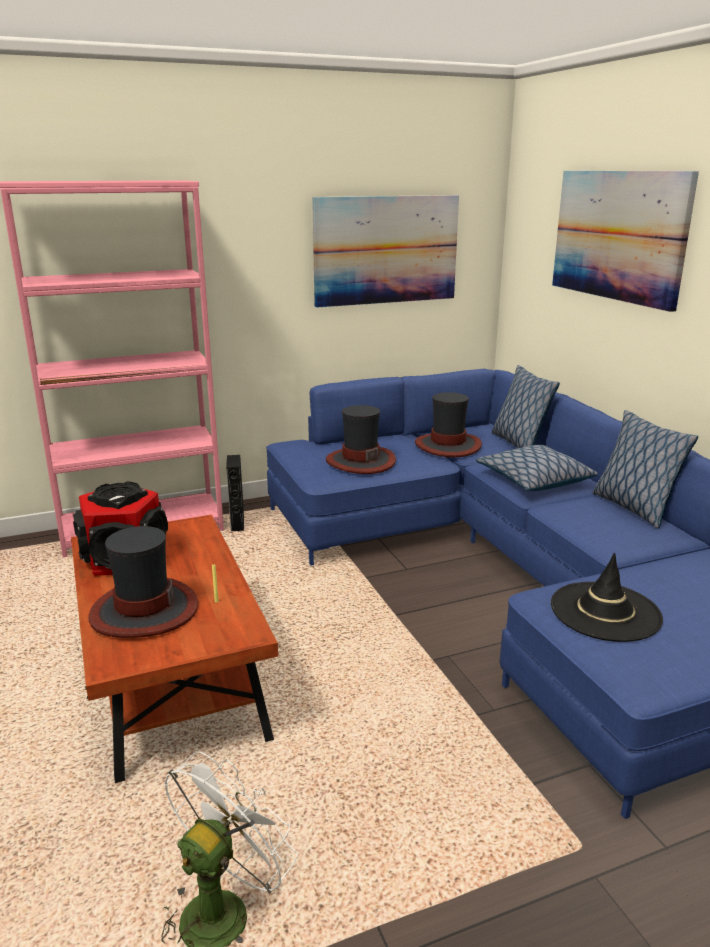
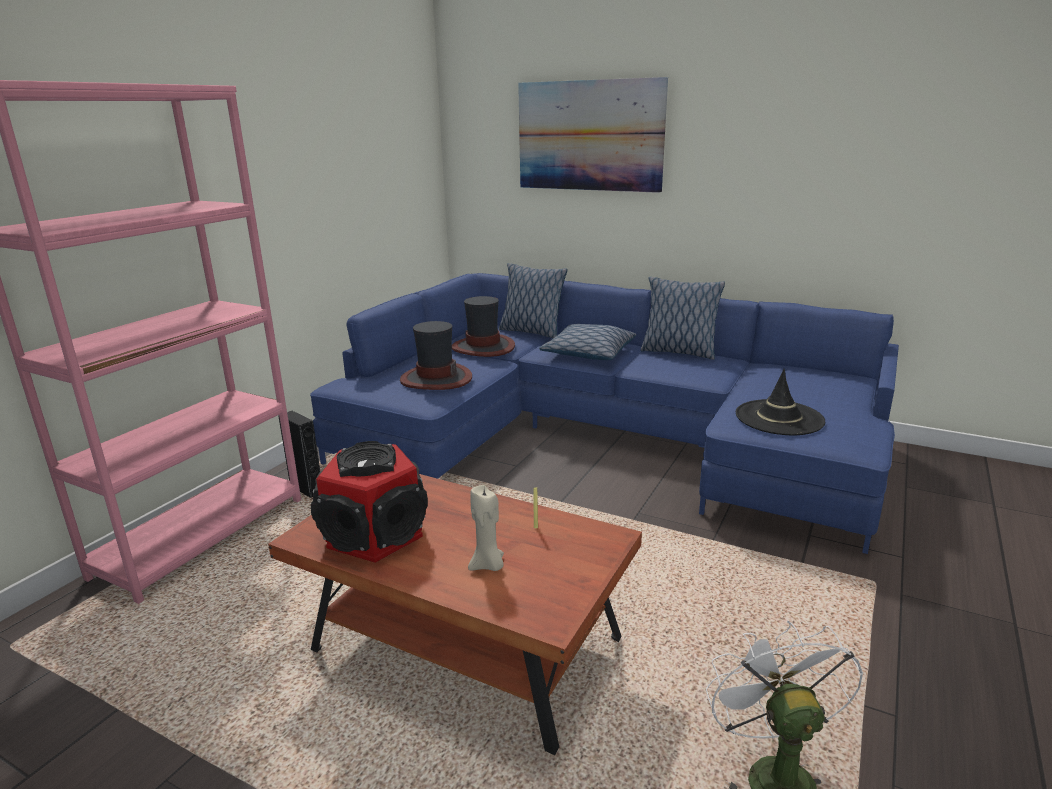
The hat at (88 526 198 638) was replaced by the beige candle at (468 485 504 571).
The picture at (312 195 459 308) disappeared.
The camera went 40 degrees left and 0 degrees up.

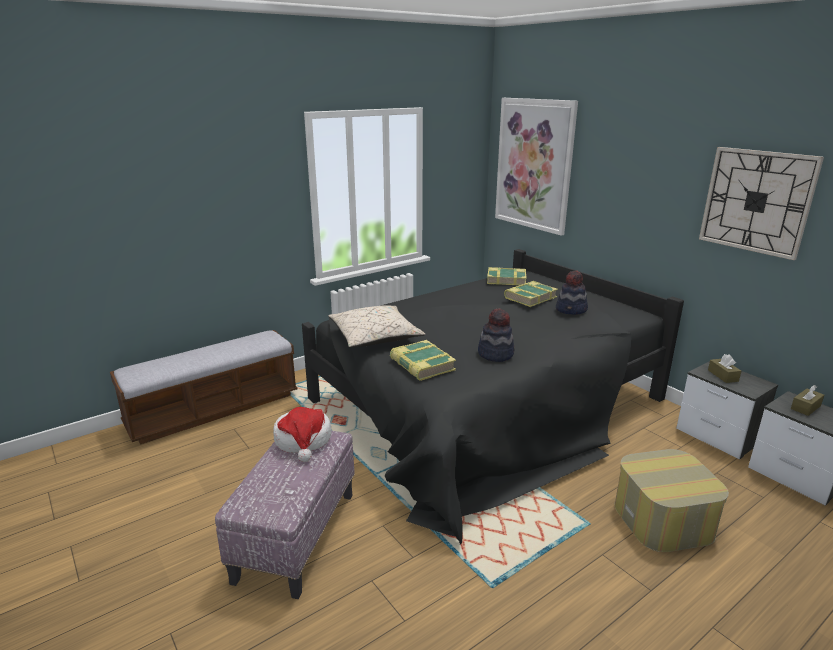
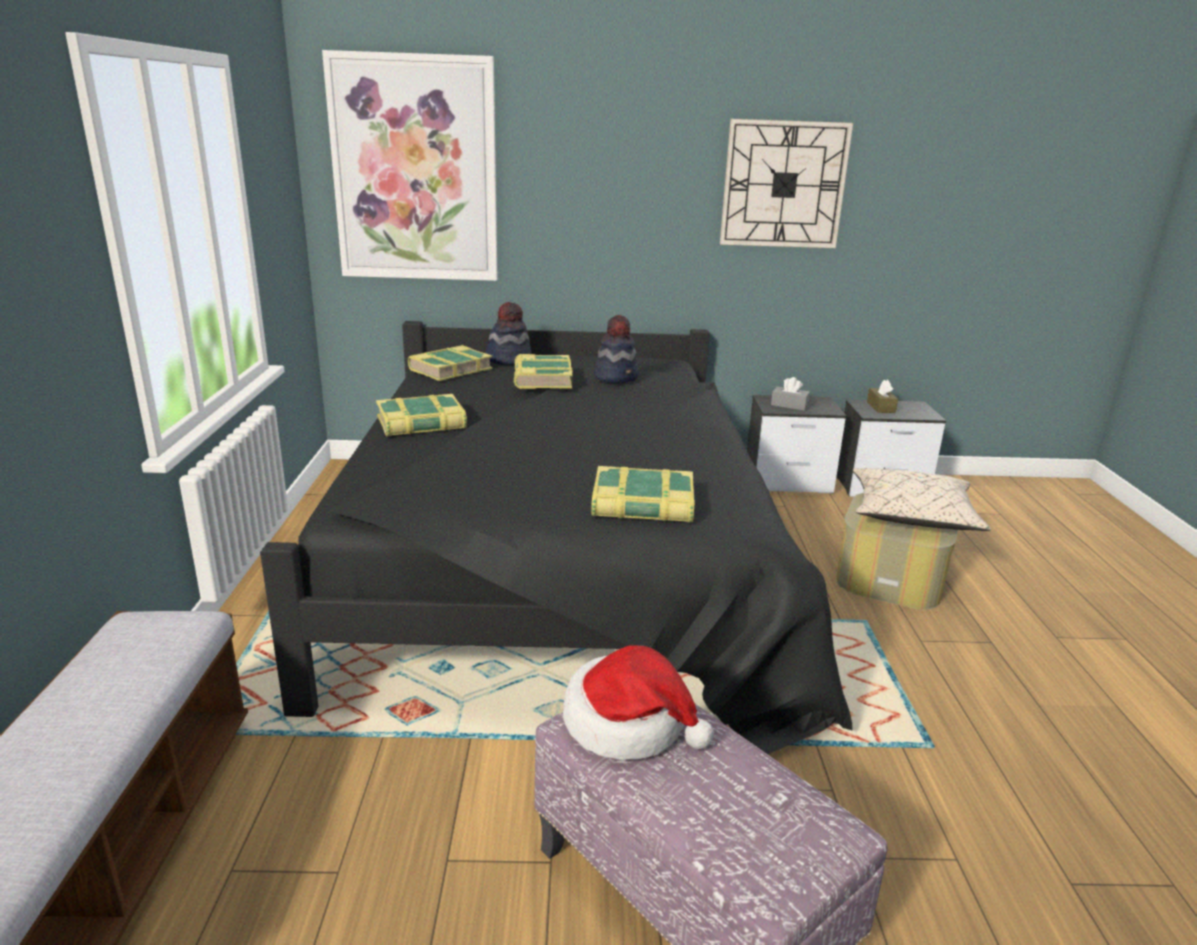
The book at (376 394 467 436) appeared.
The hat moved from (478 309 515 362) to (485 302 532 365).
The brown tissue box at (708 354 741 383) became the grey tissue box at (771 377 810 411).
The beige pillow moved from (328 305 425 347) to (853 468 991 531).
The camera went 55 degrees left and 0 degrees up.

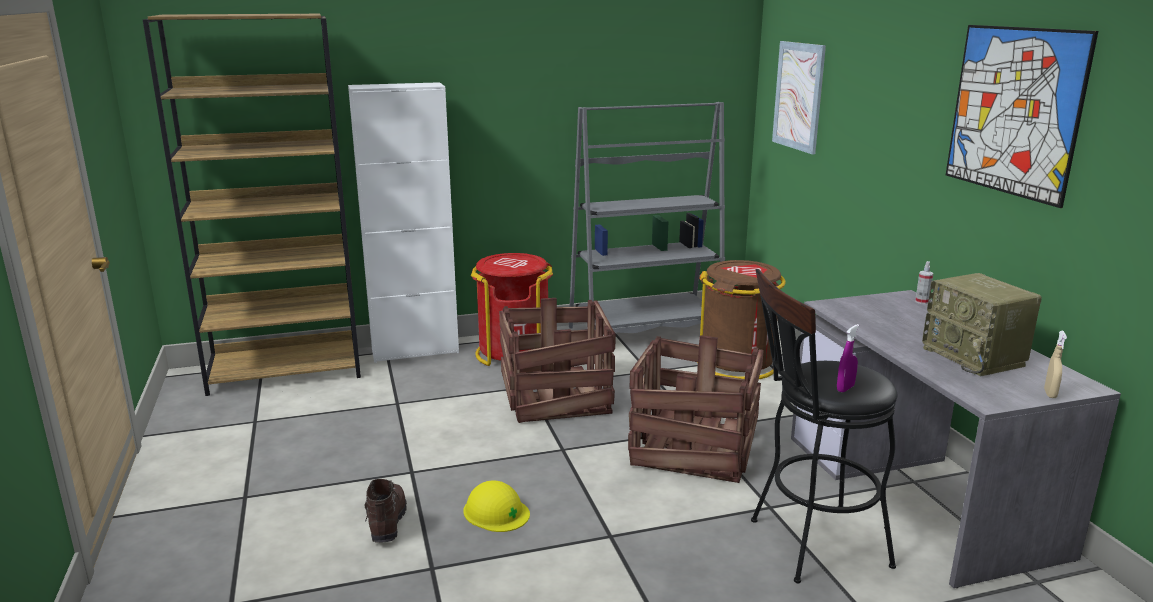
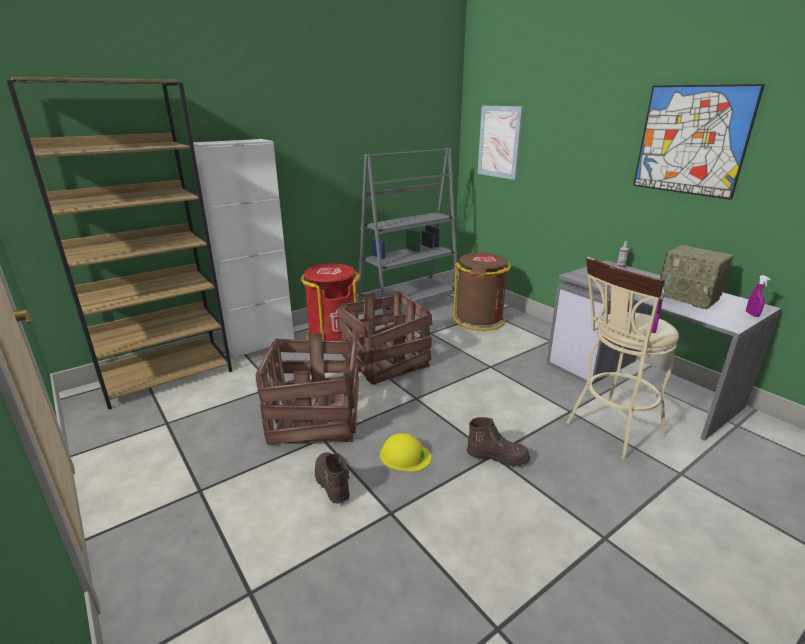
The crate moved from (628 335 764 483) to (255 333 359 445).
The brown boot at (467 417 531 467) appeared.
The black stool at (751 269 897 583) became the beige stool at (566 257 679 460).
The beige spray bottle at (1044 331 1067 398) became the purple spray bottle at (746 275 771 317).
The camera went 20 degrees left and 5 degrees up.

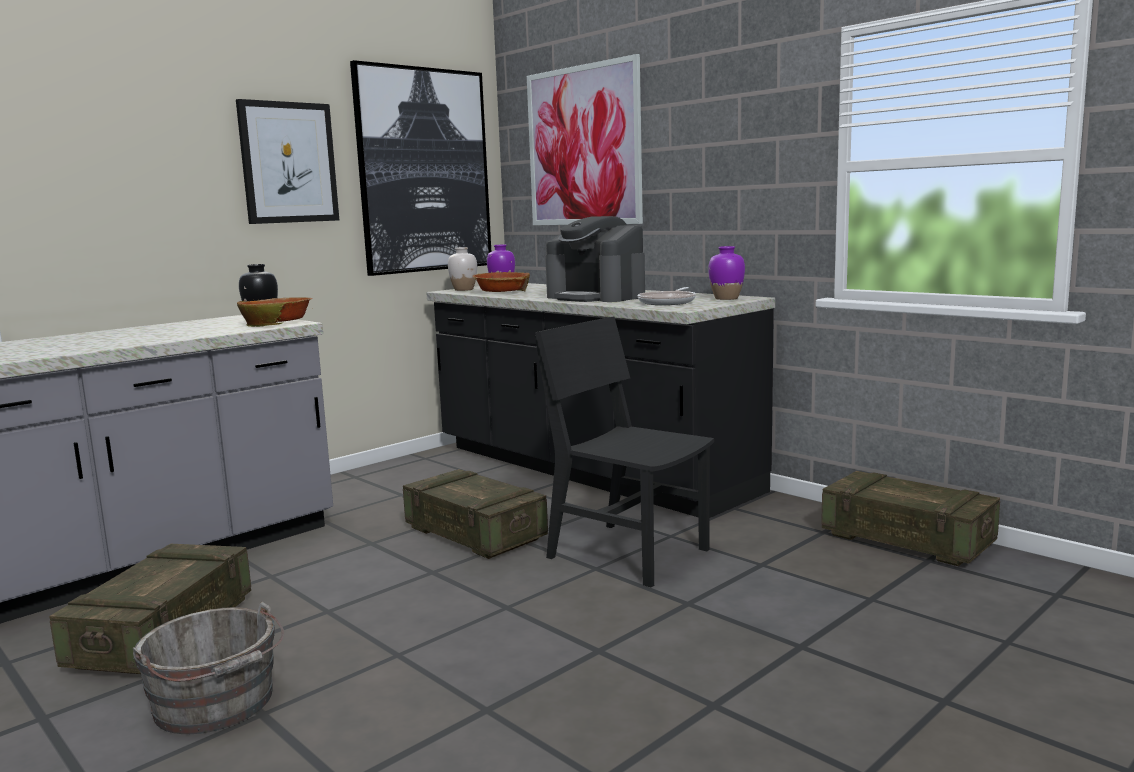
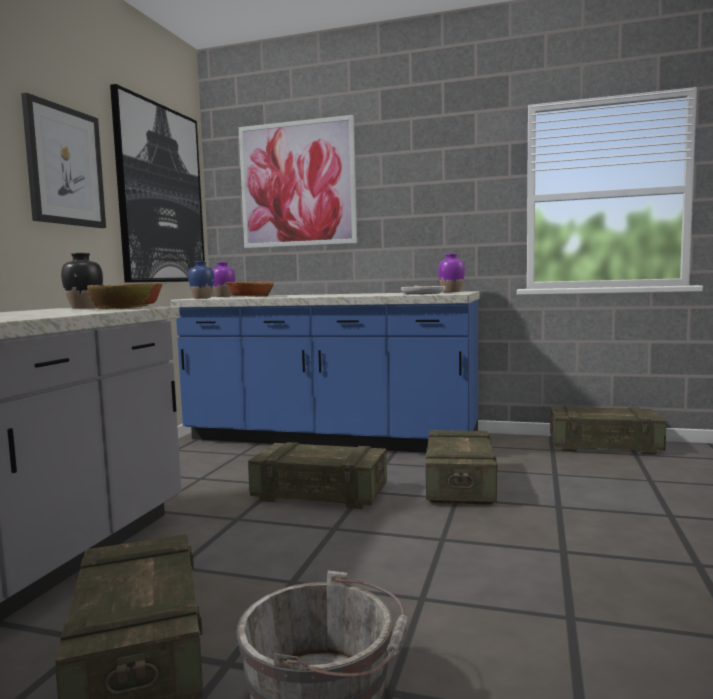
The black counter at (426 283 775 518) became the blue counter at (170 291 479 453).
The white vase at (448 247 477 291) became the blue vase at (188 261 214 298).
The black chair at (535 316 714 587) was replaced by the crate at (426 430 497 505).
The coffee machine at (545 216 645 302) disappeared.
The camera went 30 degrees left and 5 degrees down.

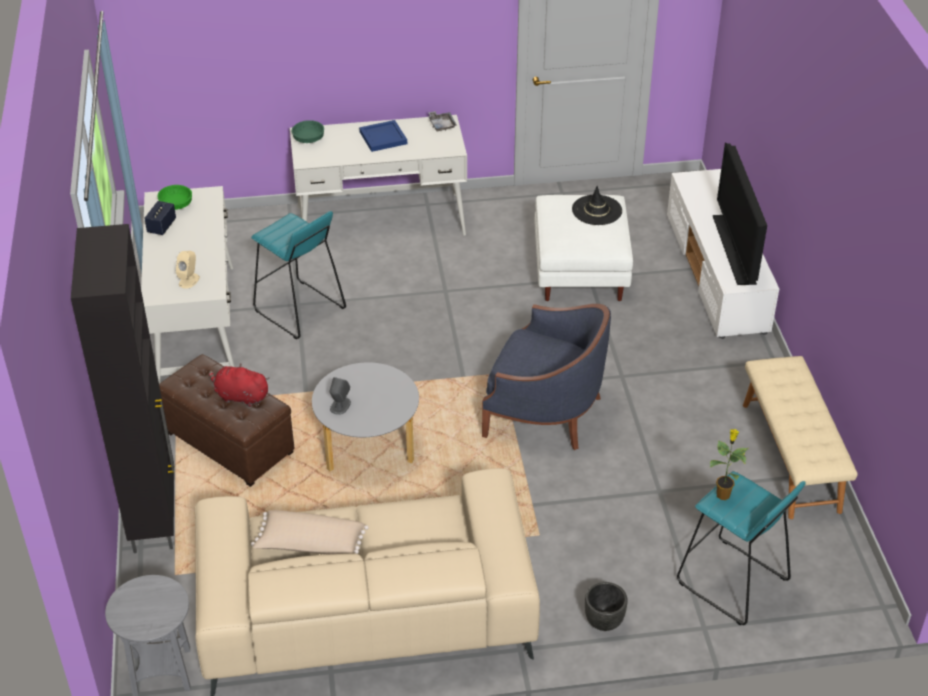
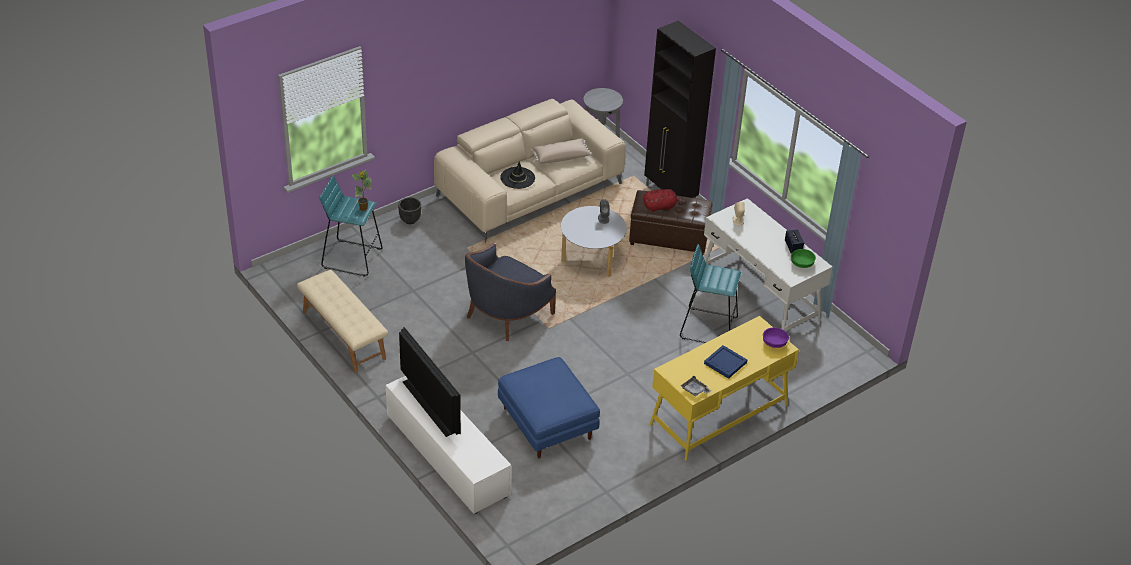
The blue armchair at (482 304 611 450) turned 45 degrees counterclockwise.
The white ottoman at (535 195 633 301) became the blue ottoman at (498 357 600 458).
The black hat moved from (572 186 622 225) to (500 161 535 189).
The white desk at (290 115 467 236) became the yellow desk at (649 316 799 460).
The green bowl at (292 120 324 143) became the purple bowl at (763 327 789 348).
The camera went 150 degrees right and 0 degrees up.

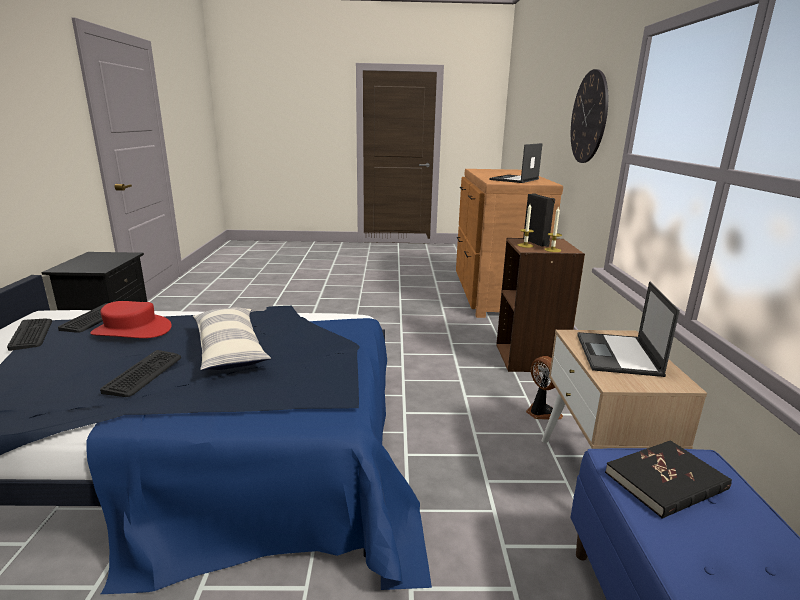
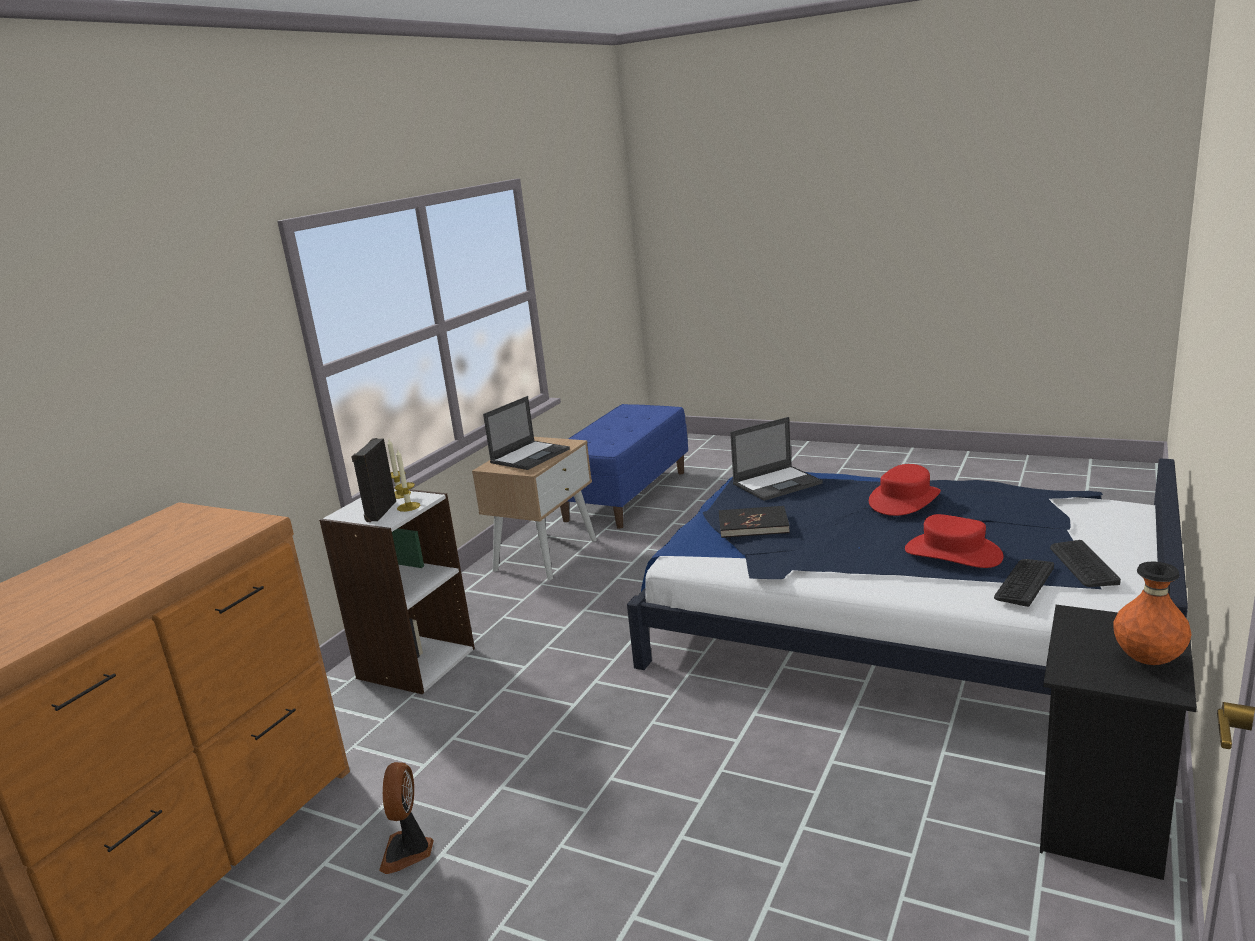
The brown bookcase at (496 238 585 372) became the white bookcase at (319 488 475 694).
The fan moved from (526 356 563 420) to (379 762 434 874).
The black book moved from (605 440 732 519) to (719 506 790 538).
The laptop moved from (489 143 543 183) to (730 417 823 501).
The keyboard at (100 350 181 397) was replaced by the red hat at (869 464 941 516).
The orange vase at (1113 561 1192 665) appeared.
The pillow at (193 307 271 370) disappeared.
The wall clock at (571 69 608 163) disappeared.
The camera went 150 degrees left and 0 degrees up.

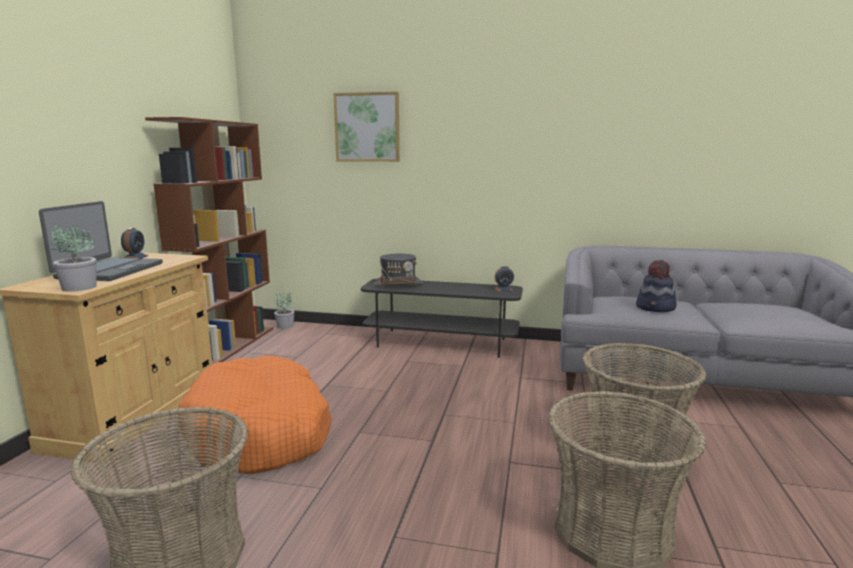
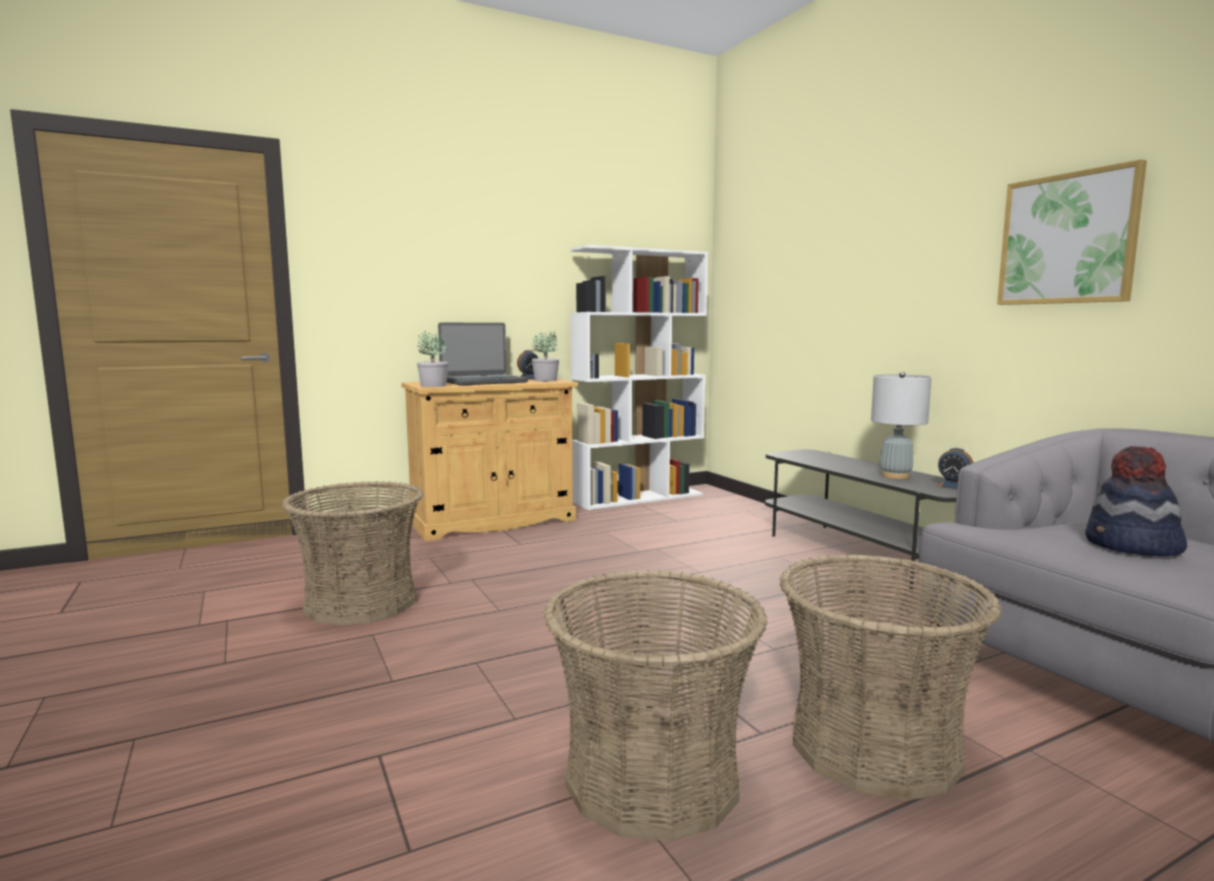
The potted plant moved from (274 292 294 329) to (532 330 559 381).
The brown bookcase at (145 117 273 364) became the white bookcase at (570 245 708 510).
The grey table lamp at (871 372 932 479) appeared.
The picture moved from (334 92 400 162) to (997 159 1147 305).
The orange dog bed at (178 356 332 475) disappeared.
The grey hat at (374 254 423 286) disappeared.
The camera went 50 degrees right and 5 degrees down.

